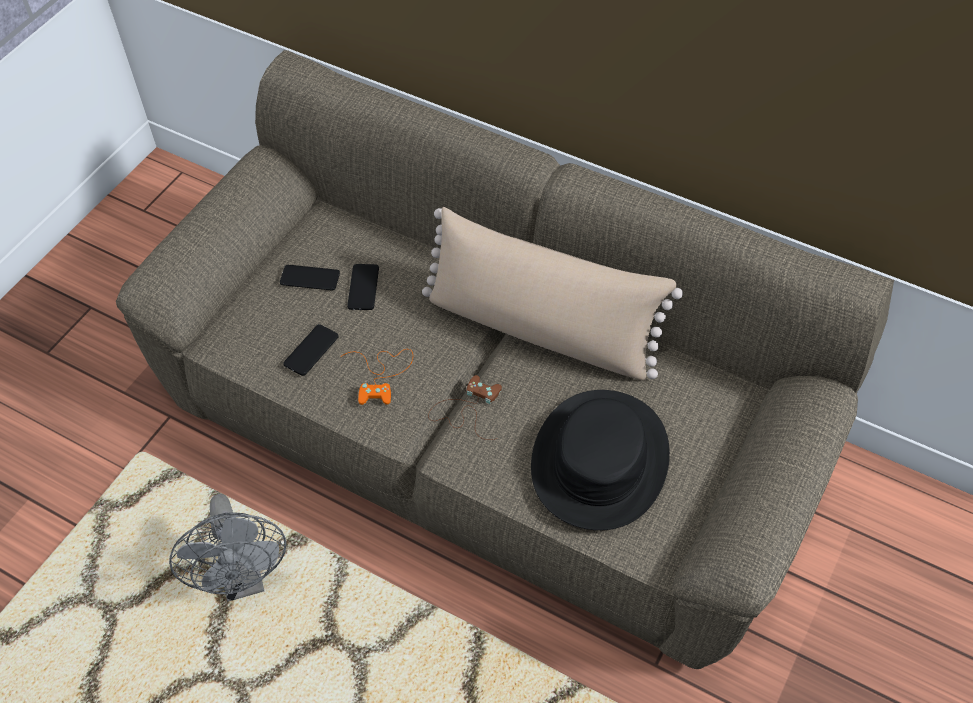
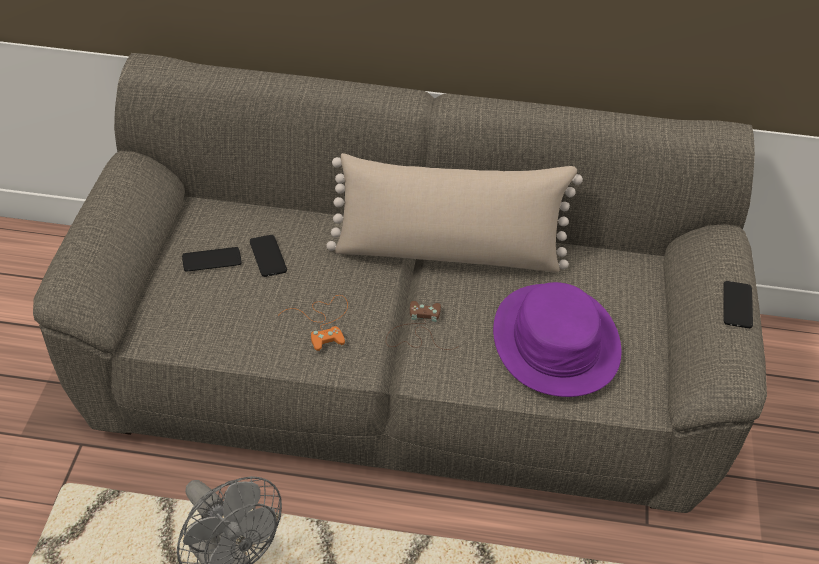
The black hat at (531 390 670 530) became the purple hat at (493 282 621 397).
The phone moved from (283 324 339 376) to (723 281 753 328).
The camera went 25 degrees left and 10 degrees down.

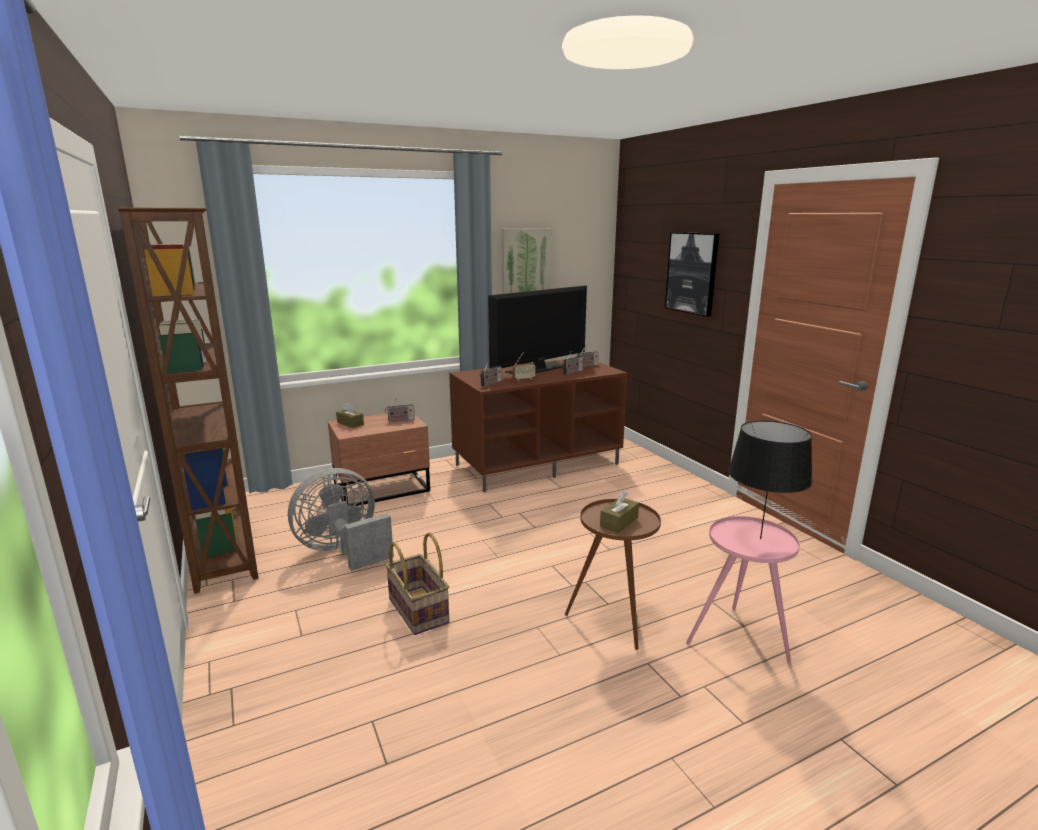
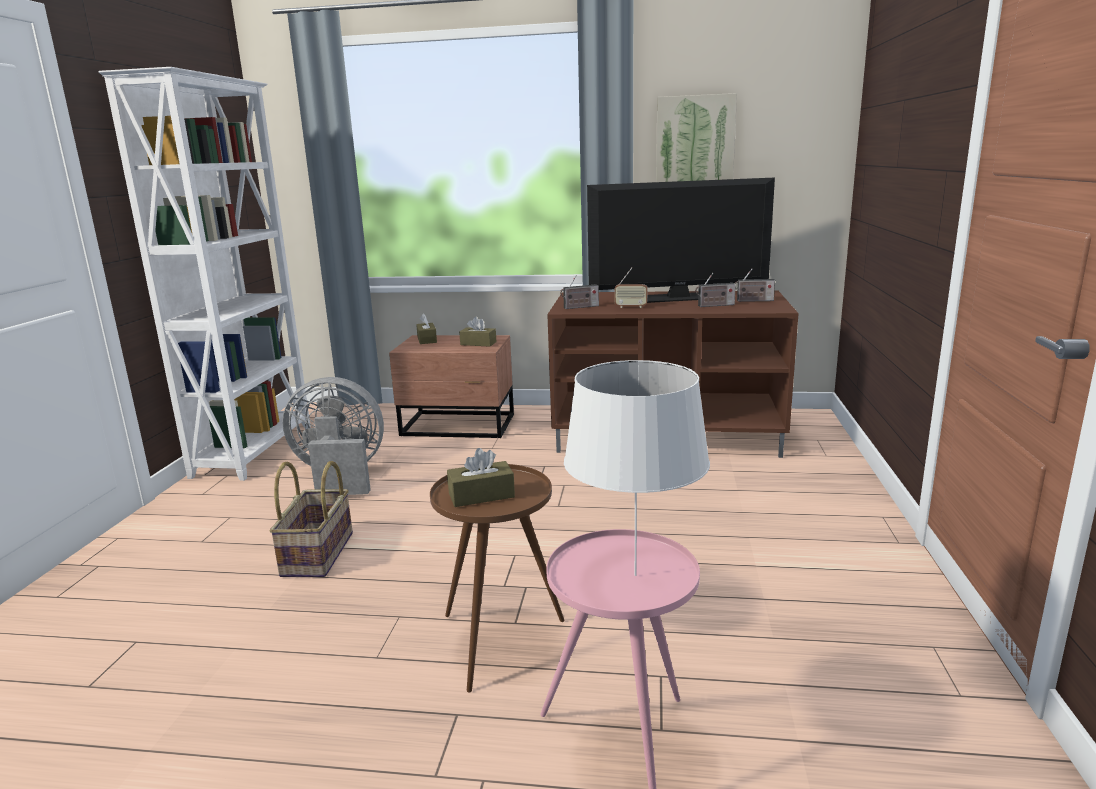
The brown bookcase at (118 207 259 594) became the white bookcase at (99 67 311 481).
The radio at (385 398 415 422) was replaced by the brown tissue box at (459 317 496 346).
The black table lamp at (728 421 813 539) became the white table lamp at (564 360 710 576).
The picture at (665 232 719 317) disappeared.
The camera went 35 degrees right and 0 degrees up.

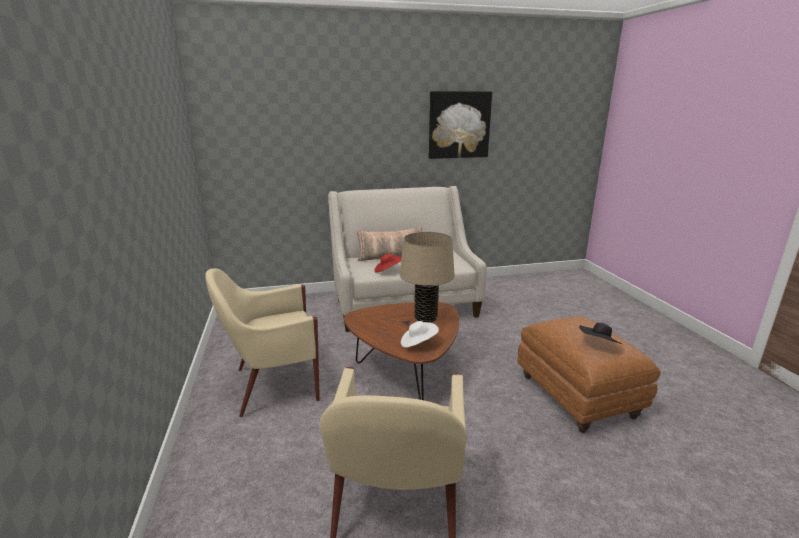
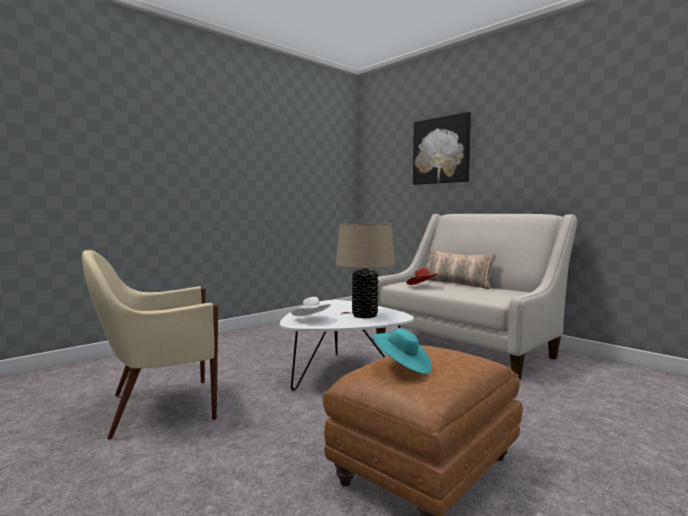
The brown coffee table at (344 302 459 400) became the white coffee table at (280 300 414 390).
The black hat at (579 323 622 344) became the turquoise hat at (372 328 432 374).
The picture moved from (429 91 492 159) to (413 112 471 185).
The beige armchair at (205 268 320 417) disappeared.
The camera went 60 degrees right and 15 degrees down.

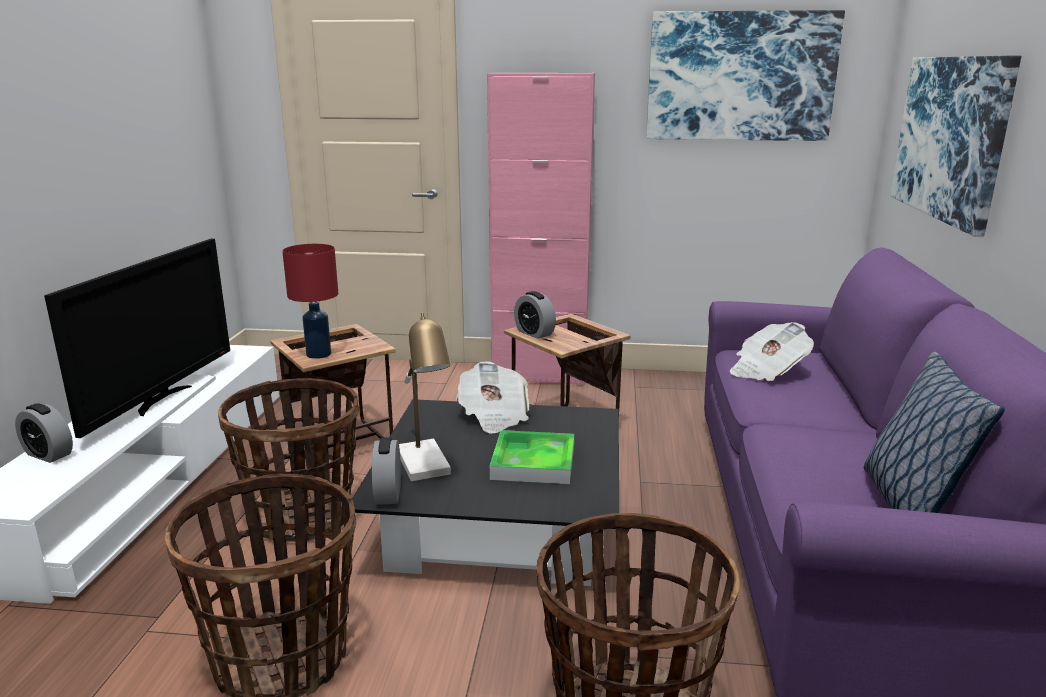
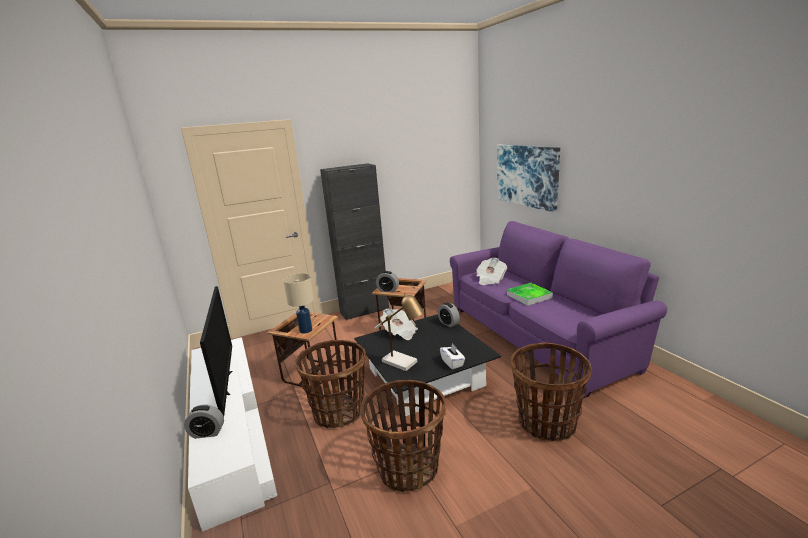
The red table lamp at (282 244 338 359) became the beige table lamp at (283 273 314 334).
The pink cabinet at (487 73 595 386) became the black cabinet at (320 163 389 321).
The alarm clock moved from (372 437 401 505) to (438 302 460 327).
The white tissue box at (440 343 465 369) appeared.
The tray moved from (490 430 574 484) to (507 283 553 306).
The picture at (646 10 845 141) disappeared.
The pillow at (863 351 1005 513) disappeared.
The camera went 30 degrees left and 0 degrees up.

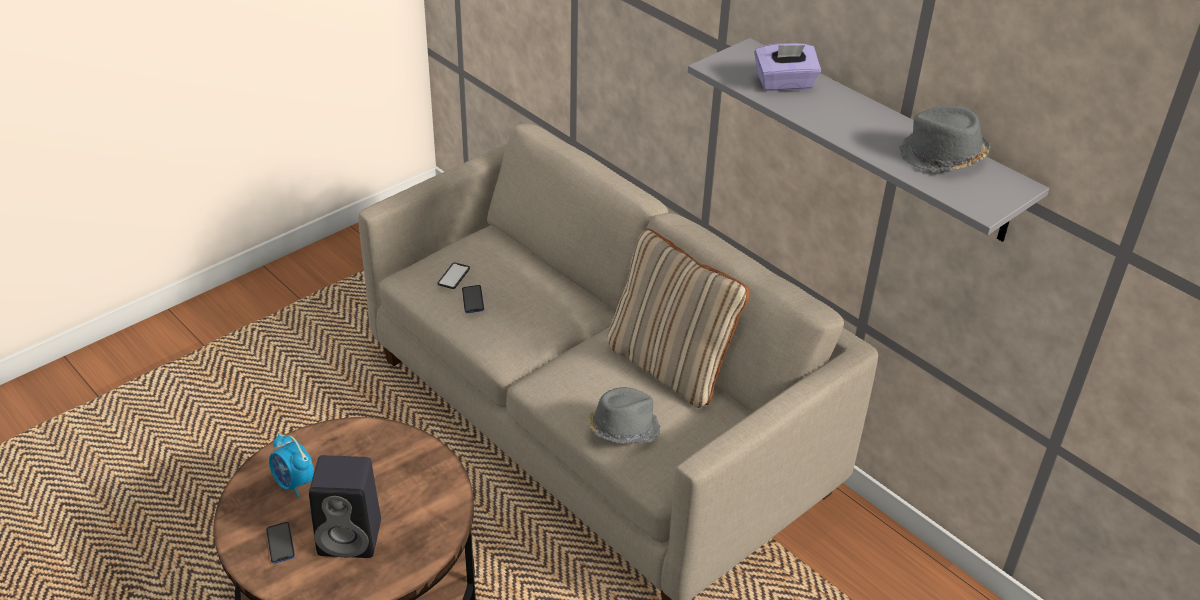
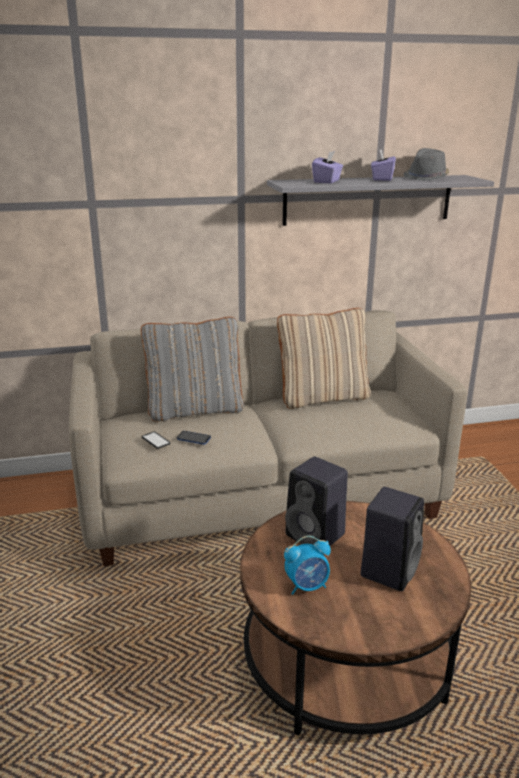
The grey pillow at (141 317 244 421) appeared.
The black speaker at (285 456 348 546) appeared.
The purple tissue box at (371 149 396 181) appeared.
The phone at (266 522 295 564) disappeared.
The grey hat at (588 387 660 444) disappeared.
The camera went 60 degrees left and 15 degrees down.

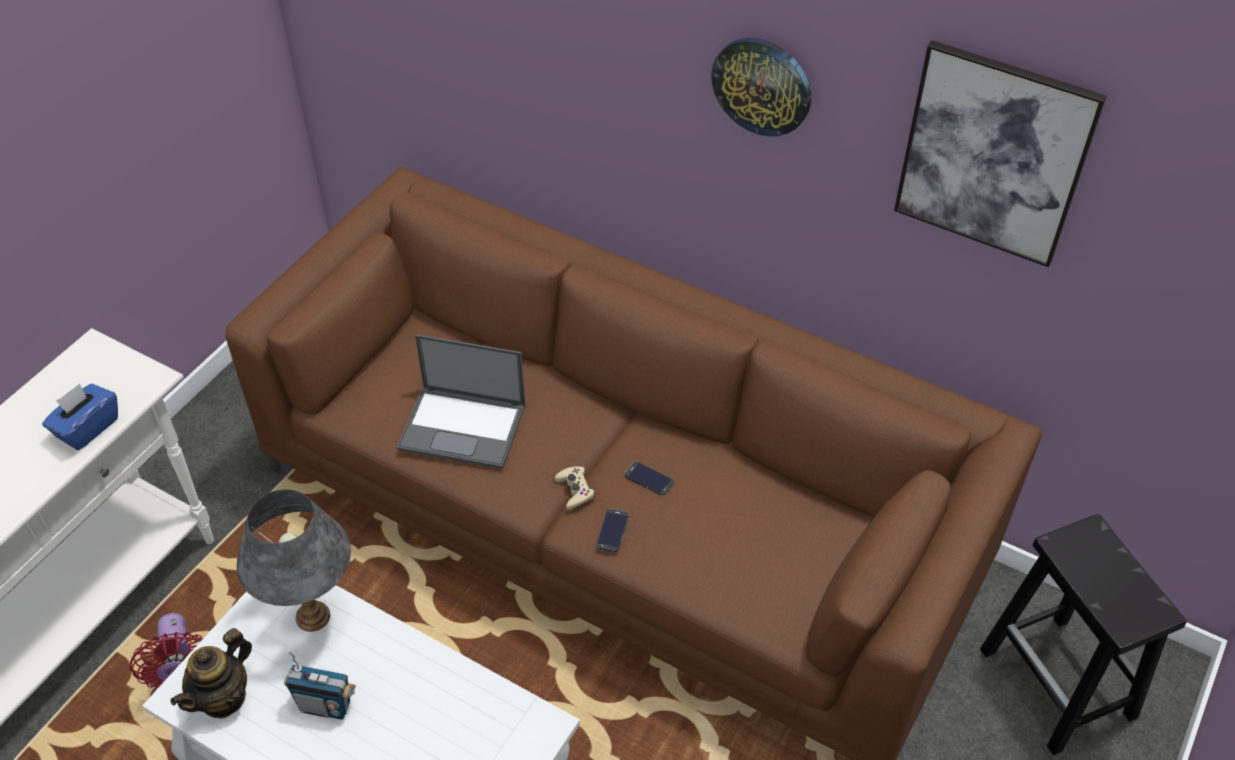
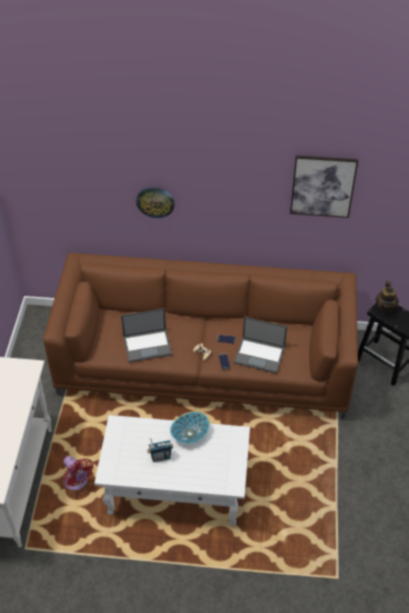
The wall clock moved from (711 38 811 136) to (136 187 175 218).
The bowl at (170 412 209 443) appeared.
The laptop at (234 317 287 373) appeared.
The teapot moved from (170 628 252 719) to (375 281 399 313).
The blue tissue box at (42 383 118 450) disappeared.
The grey table lamp at (236 489 351 632) disappeared.
The camera went 25 degrees left and 0 degrees up.

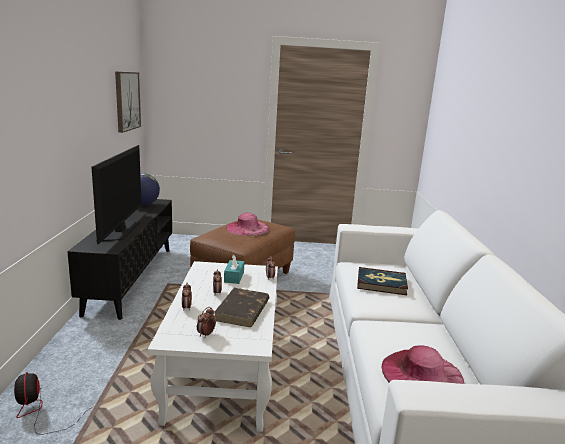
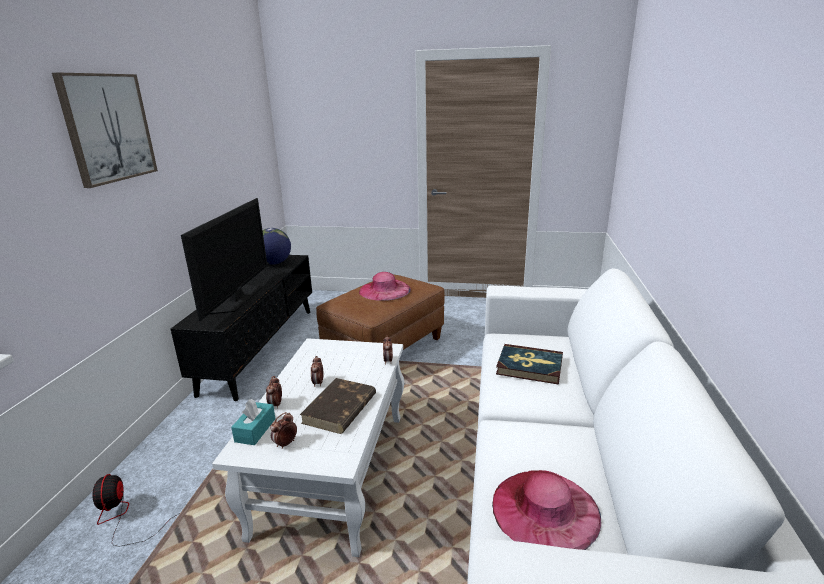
The picture moved from (115 71 141 133) to (52 73 158 188).
The turquoise tissue box moved from (224 254 244 284) to (231 399 275 445).
The camera went 10 degrees right and 5 degrees up.

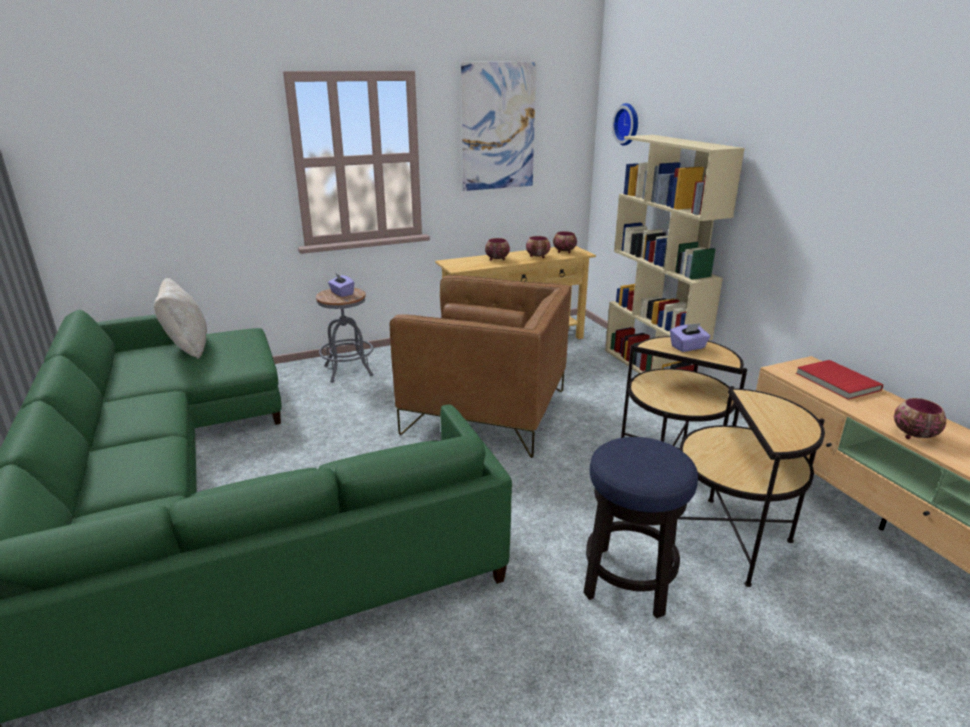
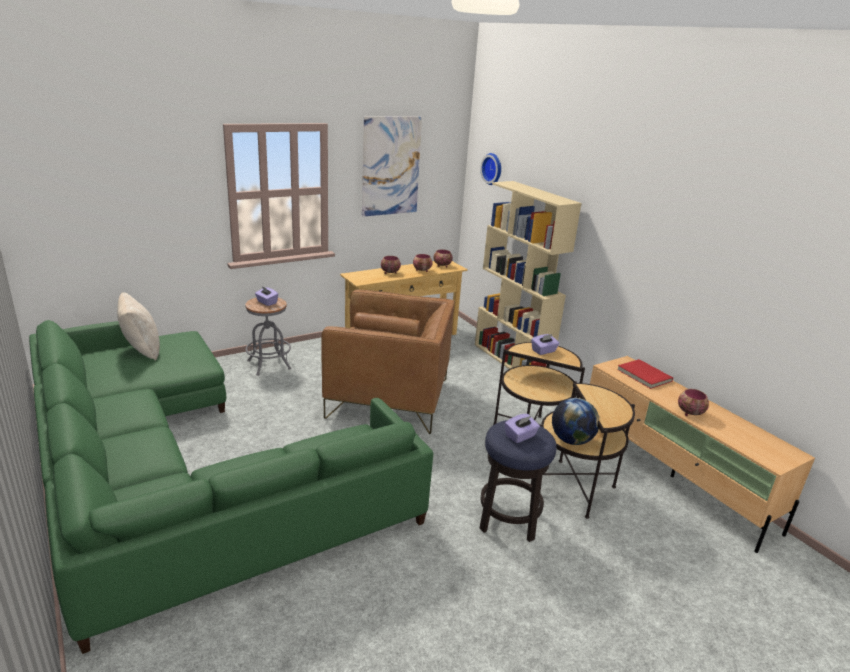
The purple tissue box at (505 414 540 443) appeared.
The globe at (552 398 599 445) appeared.
The camera went 10 degrees left and 0 degrees up.

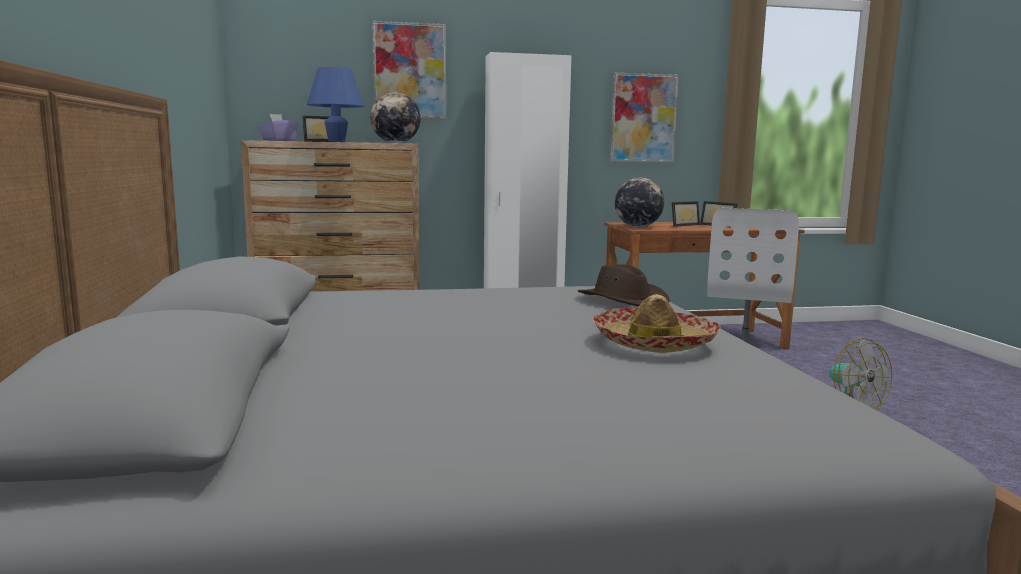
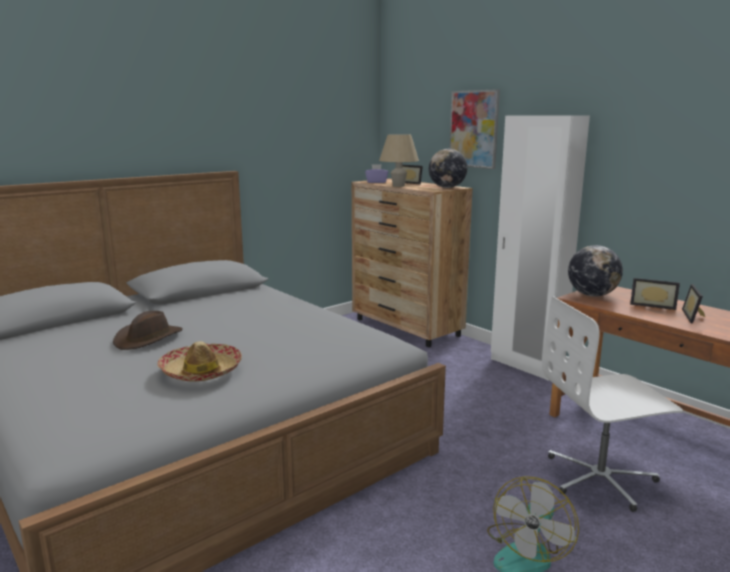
The brown hat moved from (578 264 670 306) to (113 311 183 350).
The blue table lamp at (307 67 364 142) became the beige table lamp at (379 134 419 187).
The picture at (610 73 679 162) disappeared.
The camera went 60 degrees right and 5 degrees up.

